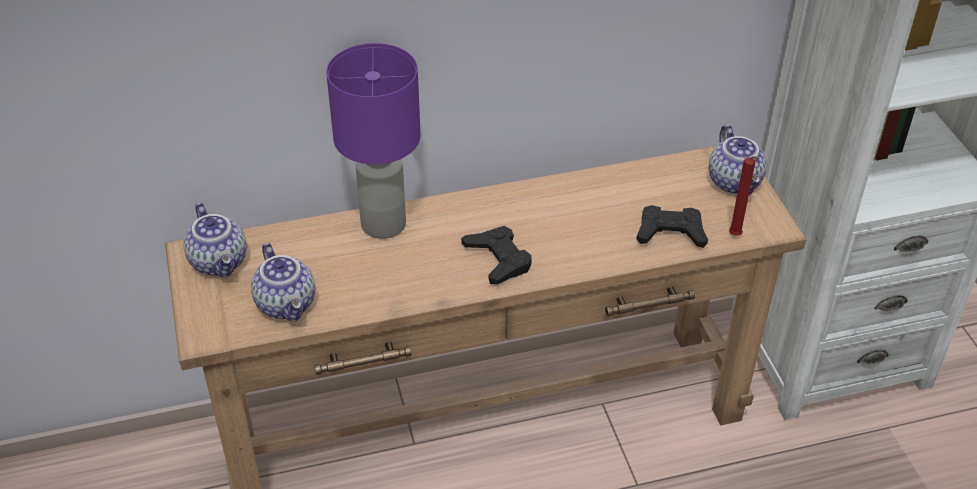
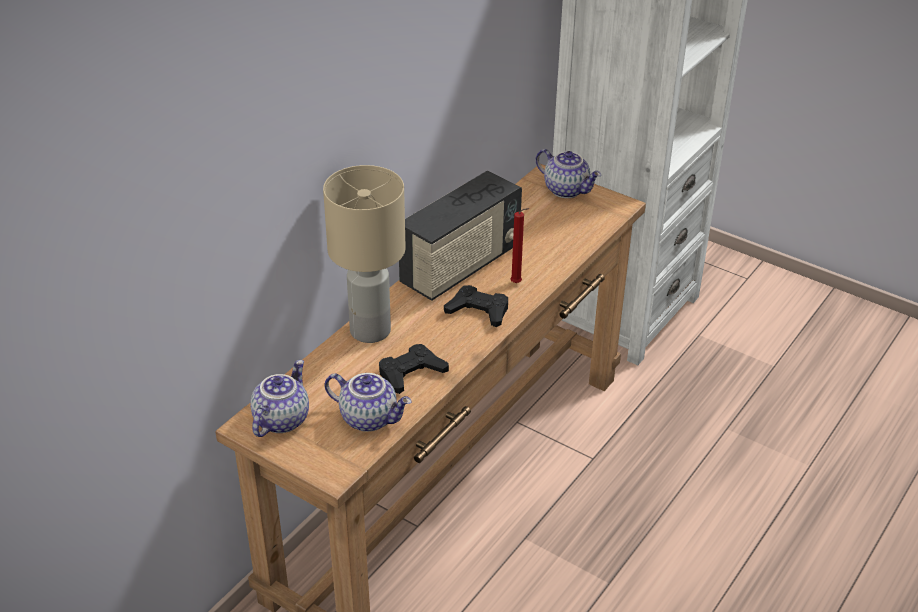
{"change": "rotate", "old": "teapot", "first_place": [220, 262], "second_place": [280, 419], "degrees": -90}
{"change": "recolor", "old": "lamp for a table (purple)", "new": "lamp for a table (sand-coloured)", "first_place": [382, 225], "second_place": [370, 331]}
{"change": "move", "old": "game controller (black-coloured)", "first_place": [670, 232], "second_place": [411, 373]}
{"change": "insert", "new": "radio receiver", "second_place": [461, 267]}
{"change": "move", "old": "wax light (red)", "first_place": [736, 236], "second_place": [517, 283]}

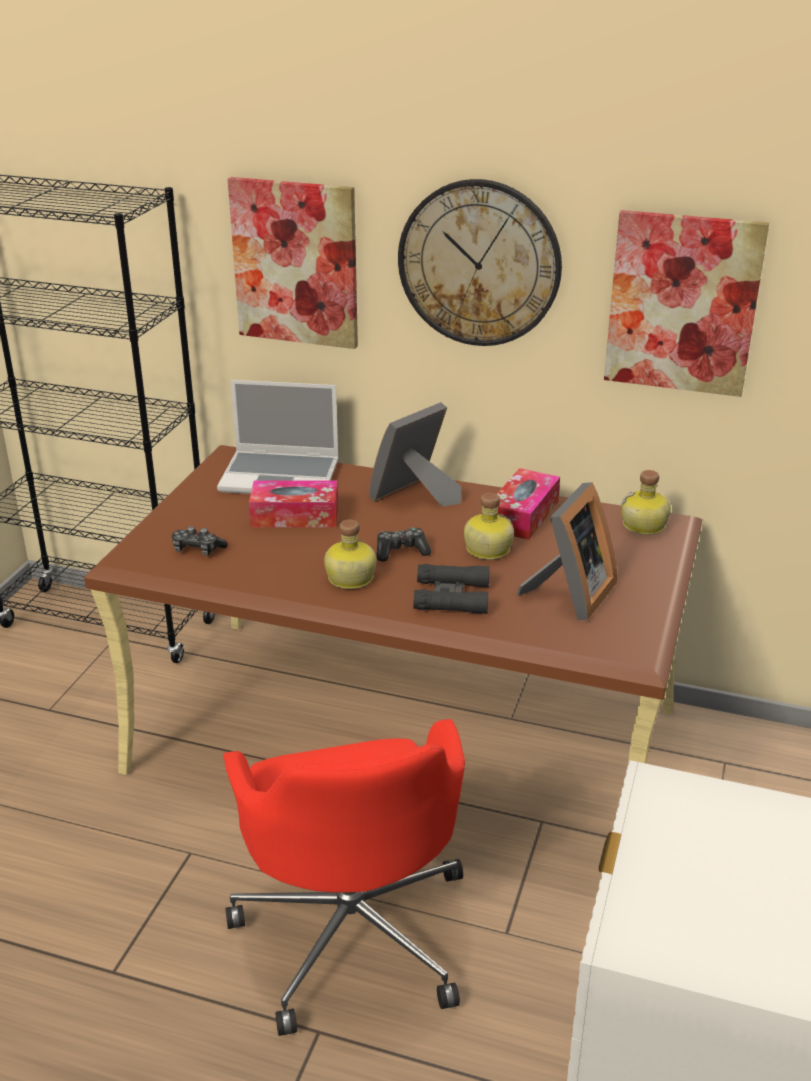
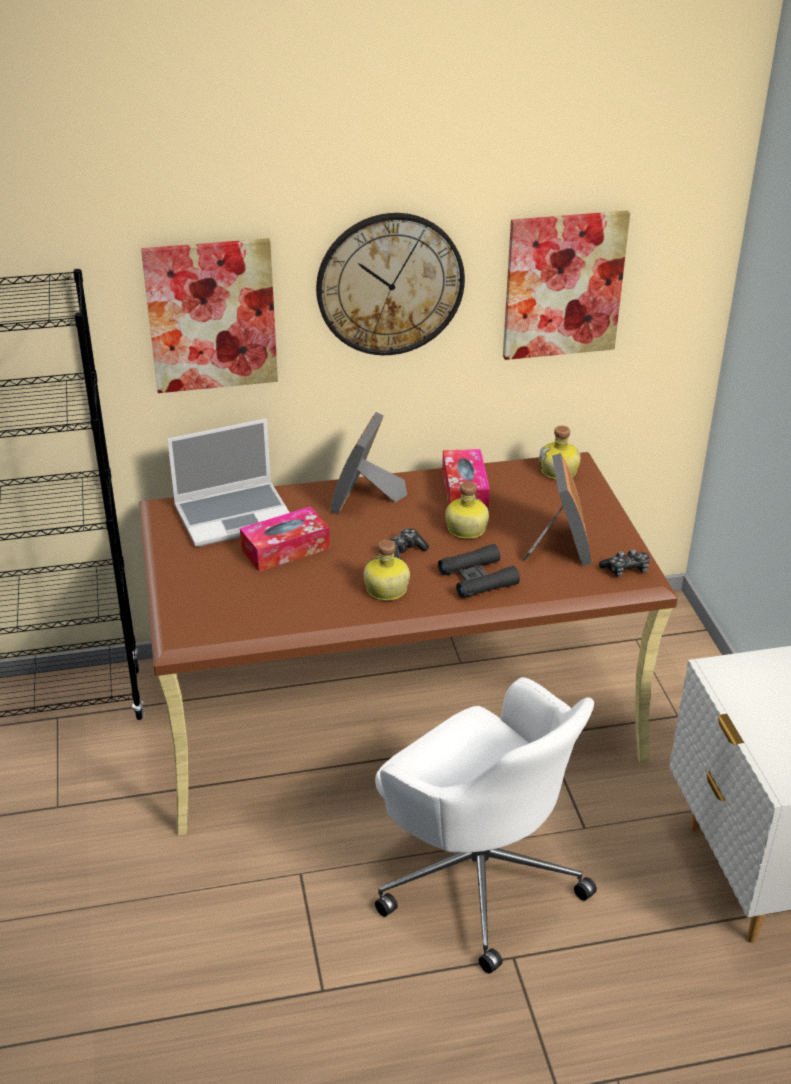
{"change": "recolor", "old": "office chair (red)", "new": "office chair (white)", "first_place": [353, 930], "second_place": [477, 875]}
{"change": "move", "old": "game controller", "first_place": [197, 550], "second_place": [626, 570]}

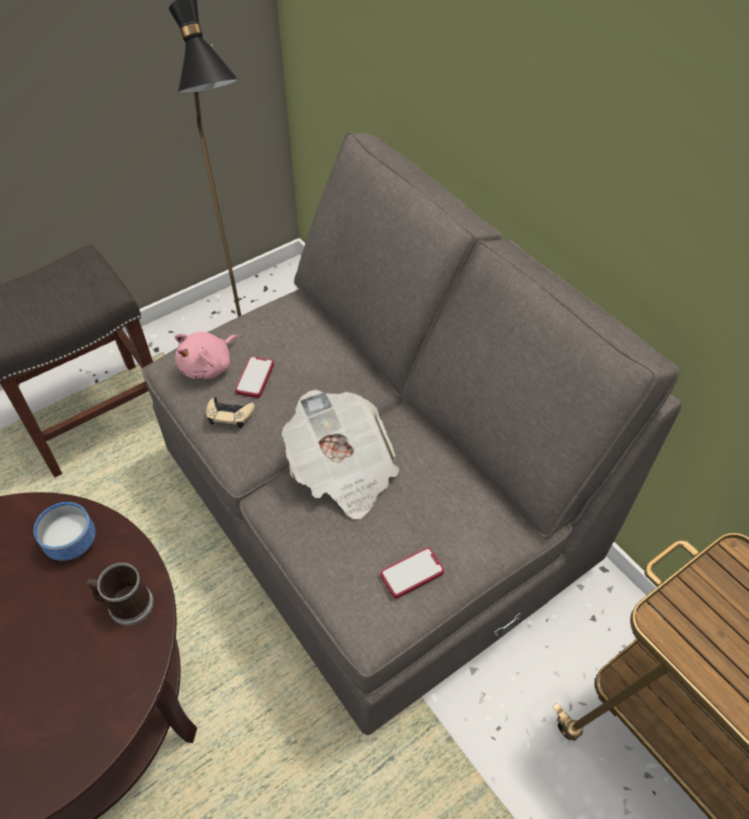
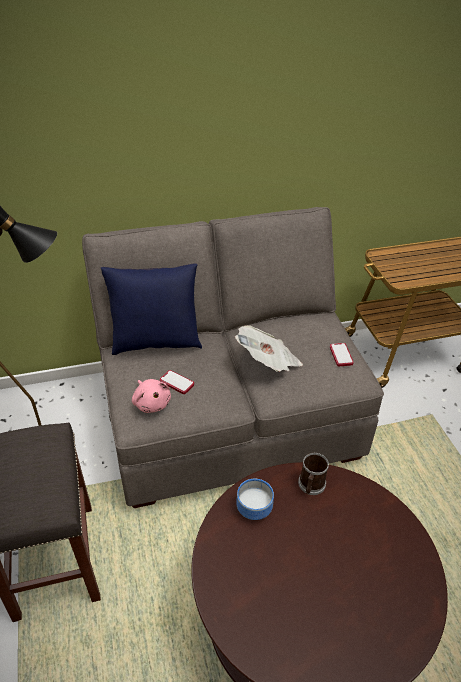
{"change": "insert", "new": "throw pillow (blue)", "second_place": [156, 342]}
{"change": "delete", "old": "game controller (sand-coloured)", "first_place": [230, 415]}

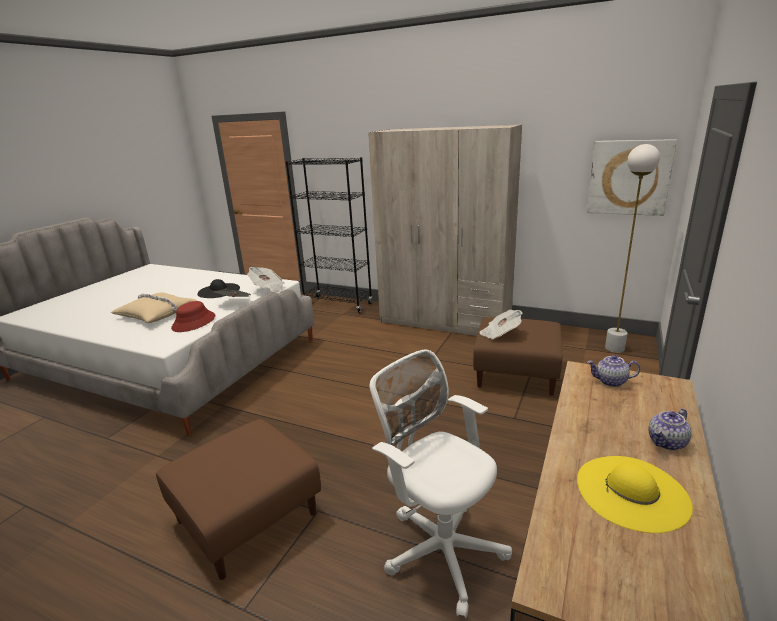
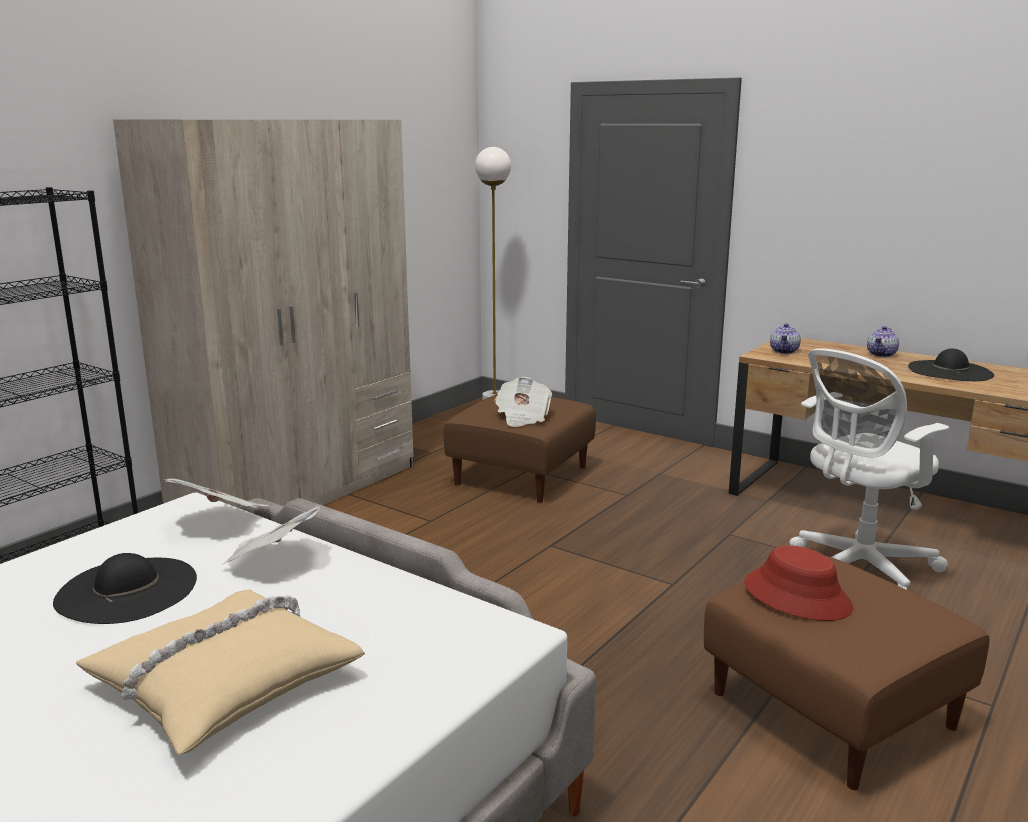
{"change": "move", "old": "hat (red)", "first_place": [194, 322], "second_place": [797, 596]}
{"change": "rotate", "old": "teapot", "first_place": [667, 442], "second_place": [881, 354], "degrees": 60}
{"change": "recolor", "old": "hat (yellow-coloured)", "new": "hat (black-coloured)", "first_place": [631, 491], "second_place": [950, 371]}
{"change": "delete", "old": "wall art", "first_place": [629, 177]}

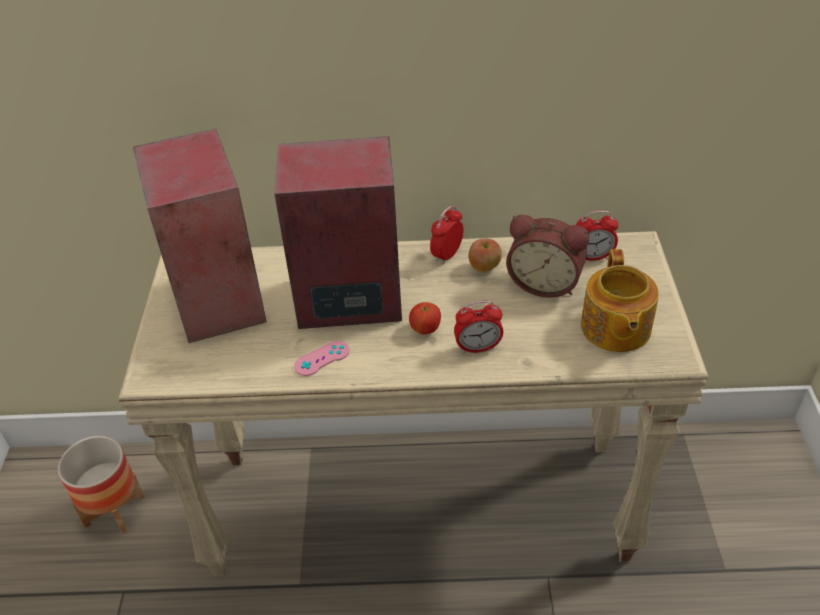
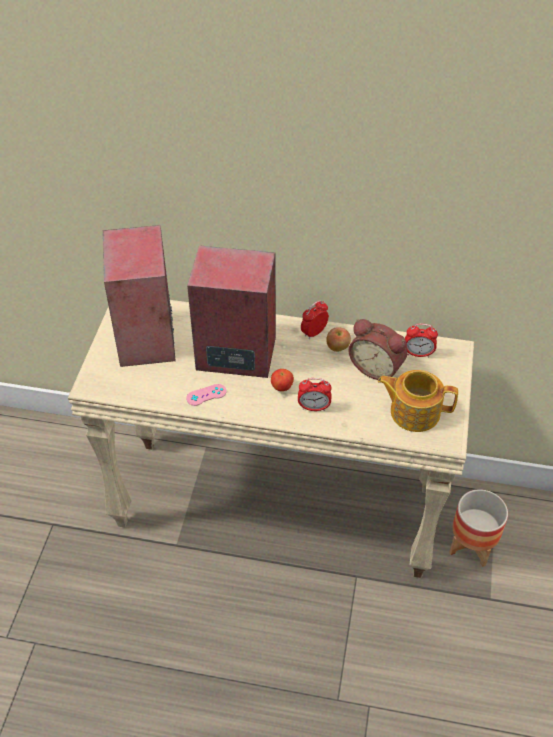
{"change": "rotate", "old": "teapot", "first_place": [614, 329], "second_place": [413, 411], "degrees": 90}
{"change": "move", "old": "flower pot", "first_place": [114, 510], "second_place": [471, 546]}

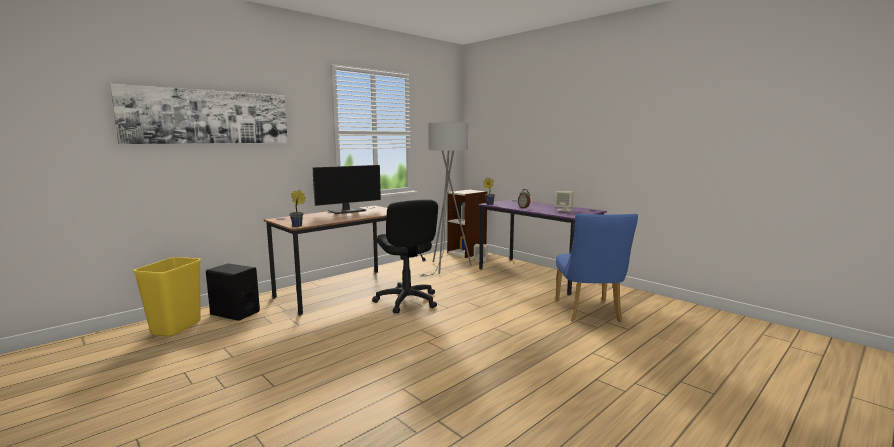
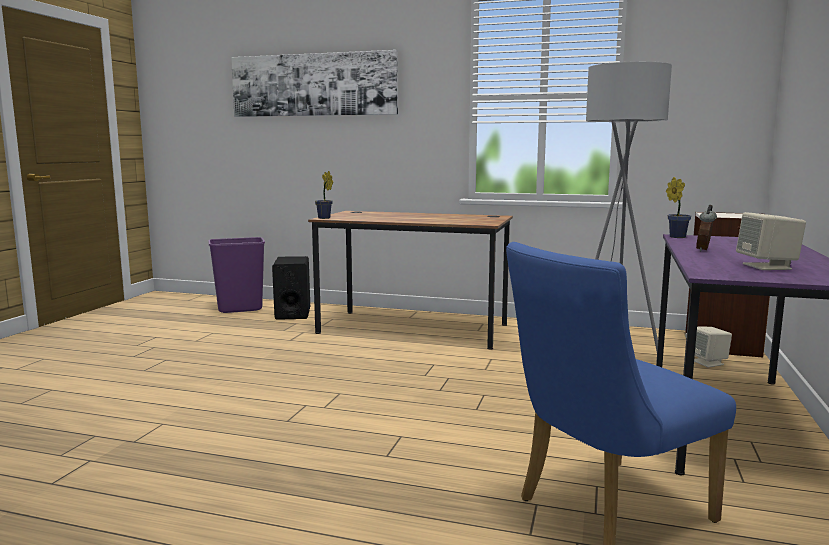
{"change": "recolor", "old": "trash can (yellow-coloured)", "new": "trash can (purple)", "first_place": [176, 328], "second_place": [240, 309]}
{"change": "delete", "old": "computer display", "first_place": [348, 211]}
{"change": "delete", "old": "office chair (black-coloured)", "first_place": [406, 301]}

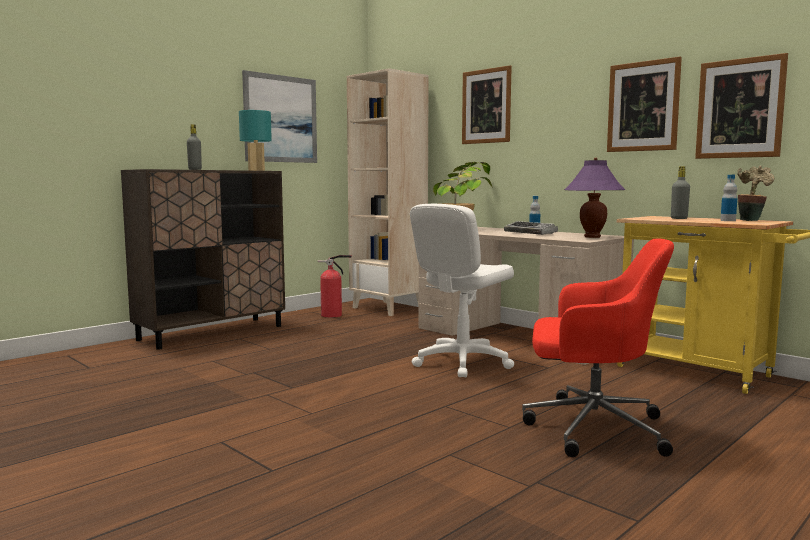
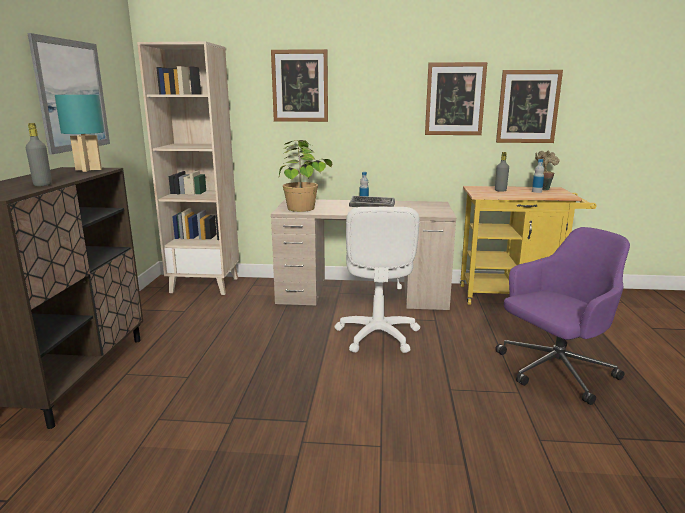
{"change": "recolor", "old": "office chair (red)", "new": "office chair (purple)", "first_place": [591, 428], "second_place": [553, 371]}
{"change": "delete", "old": "fire extinguisher", "first_place": [334, 315]}
{"change": "delete", "old": "lamp for a table (purple)", "first_place": [592, 237]}

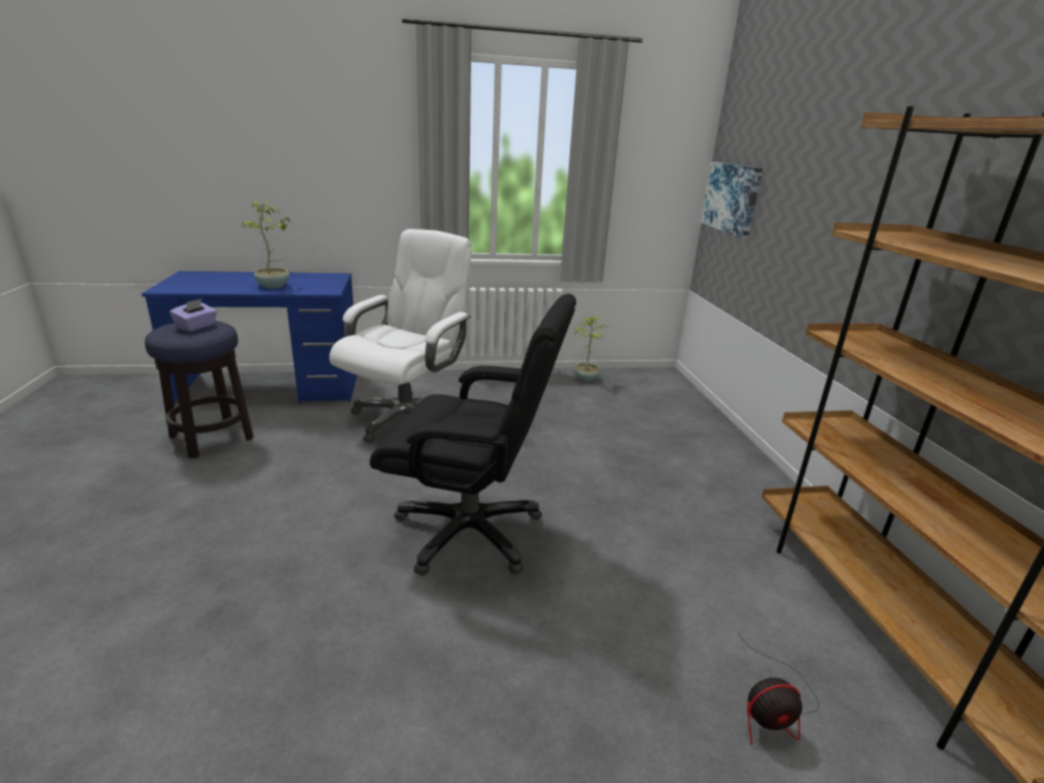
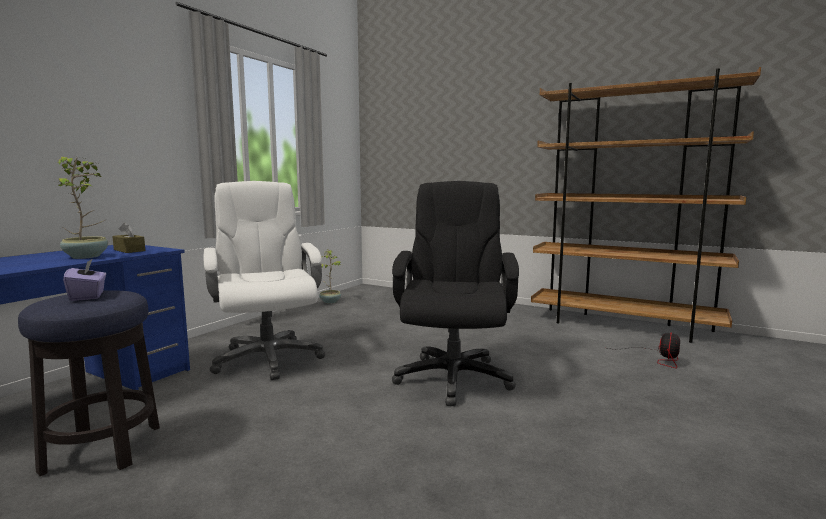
{"change": "insert", "new": "box of tissues (brownish)", "second_place": [129, 250]}
{"change": "rotate", "old": "office chair (black-coloured)", "first_place": [471, 531], "second_place": [453, 377], "degrees": -45}
{"change": "delete", "old": "wall art", "first_place": [732, 198]}

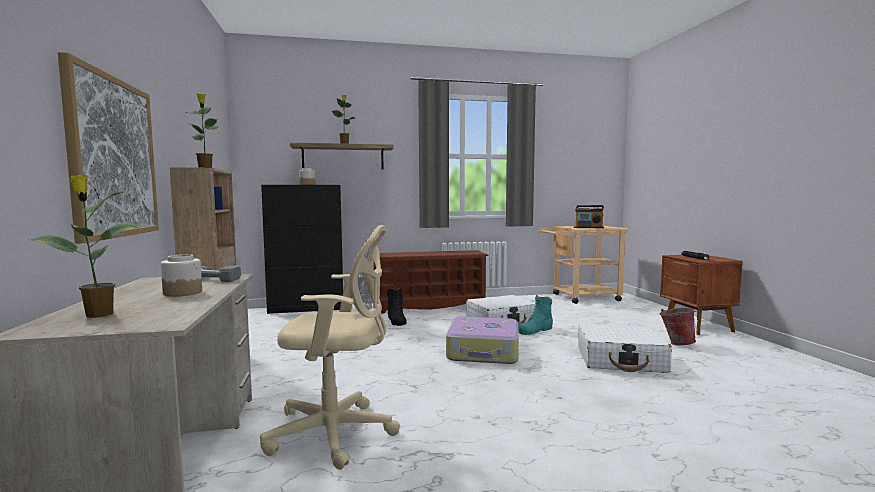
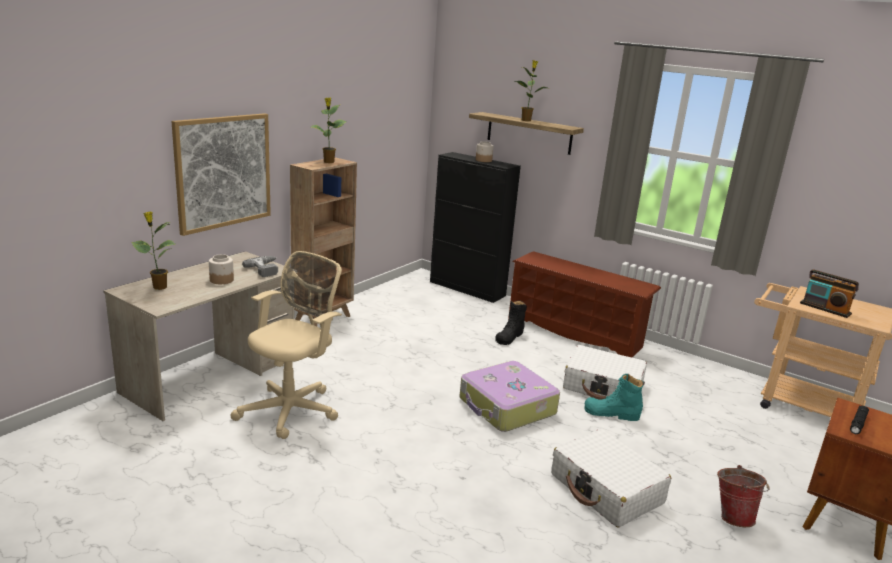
{"change": "rotate", "old": "office chair (sand-coloured)", "first_place": [337, 433], "second_place": [292, 409], "degrees": -105}

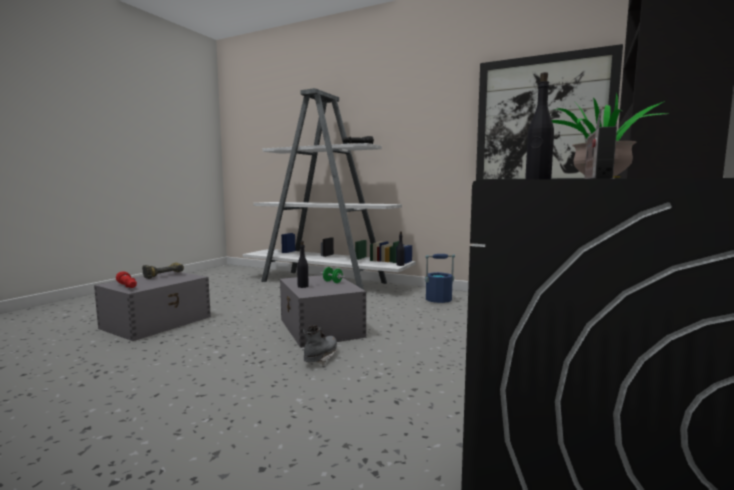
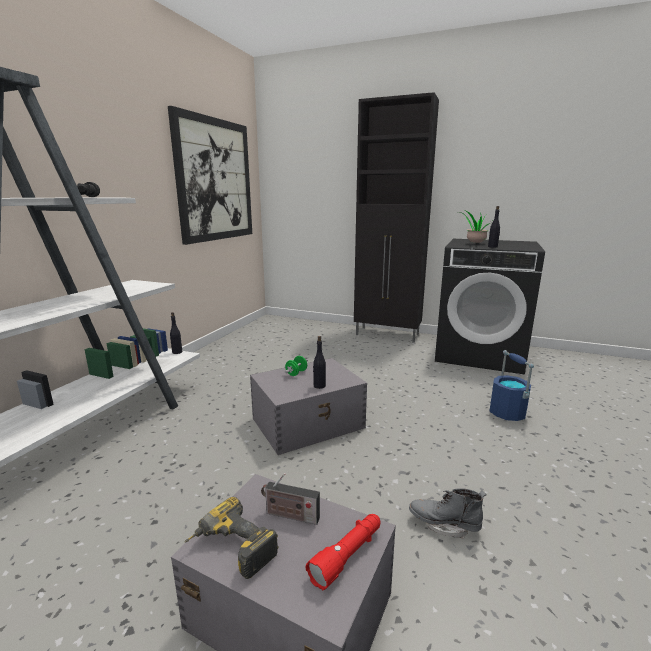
{"change": "move", "old": "radio receiver", "first_place": [595, 179], "second_place": [290, 515]}
{"change": "move", "old": "tall boot (gray)", "first_place": [321, 358], "second_place": [444, 525]}
{"change": "move", "old": "bucket (blue)", "first_place": [438, 300], "second_place": [507, 413]}

